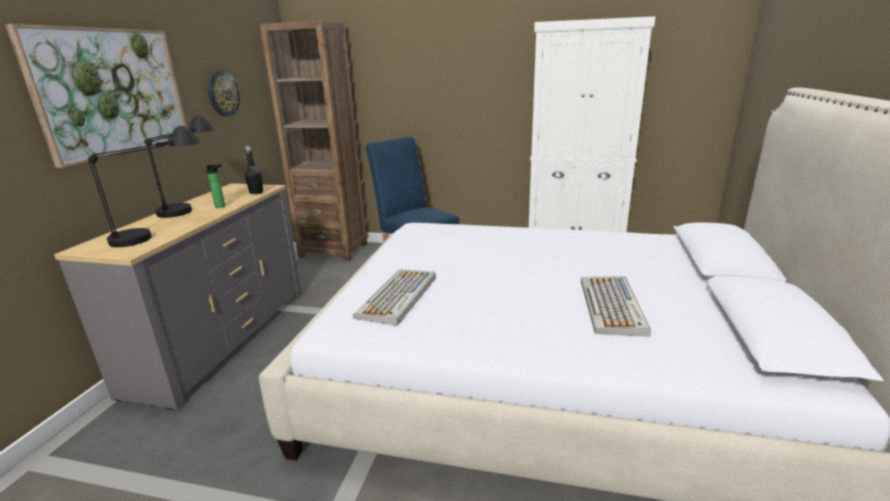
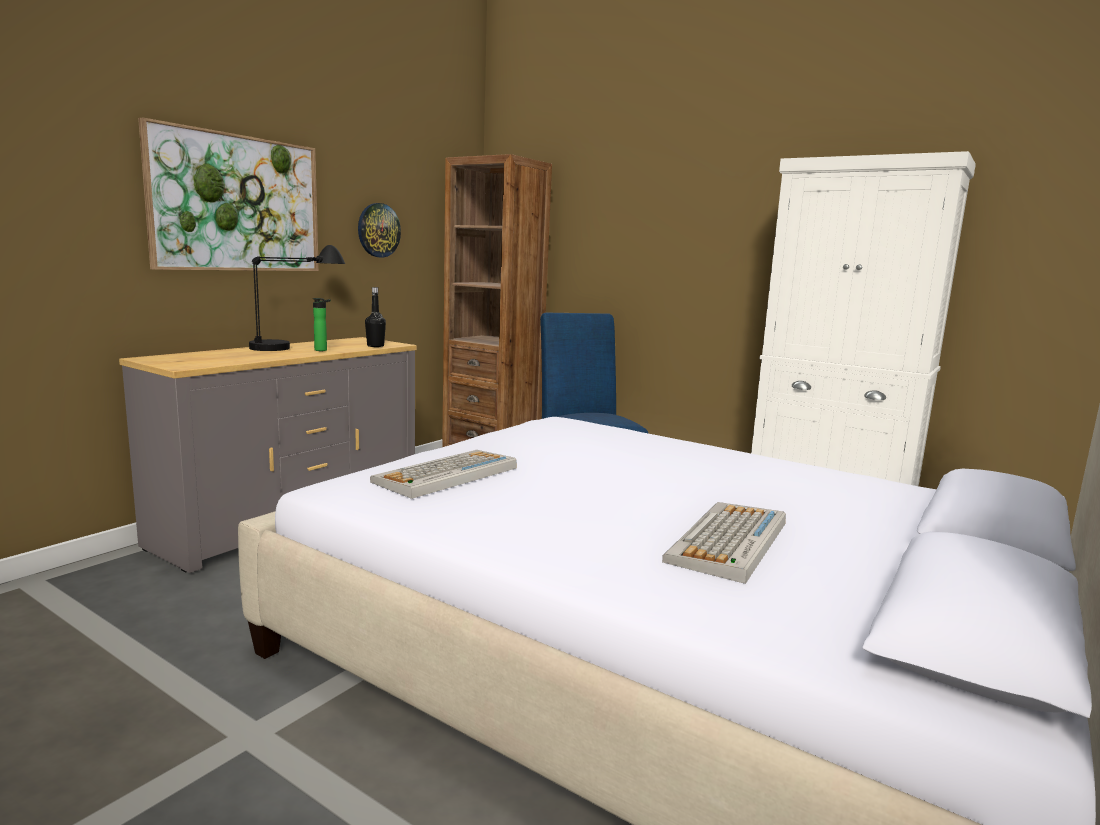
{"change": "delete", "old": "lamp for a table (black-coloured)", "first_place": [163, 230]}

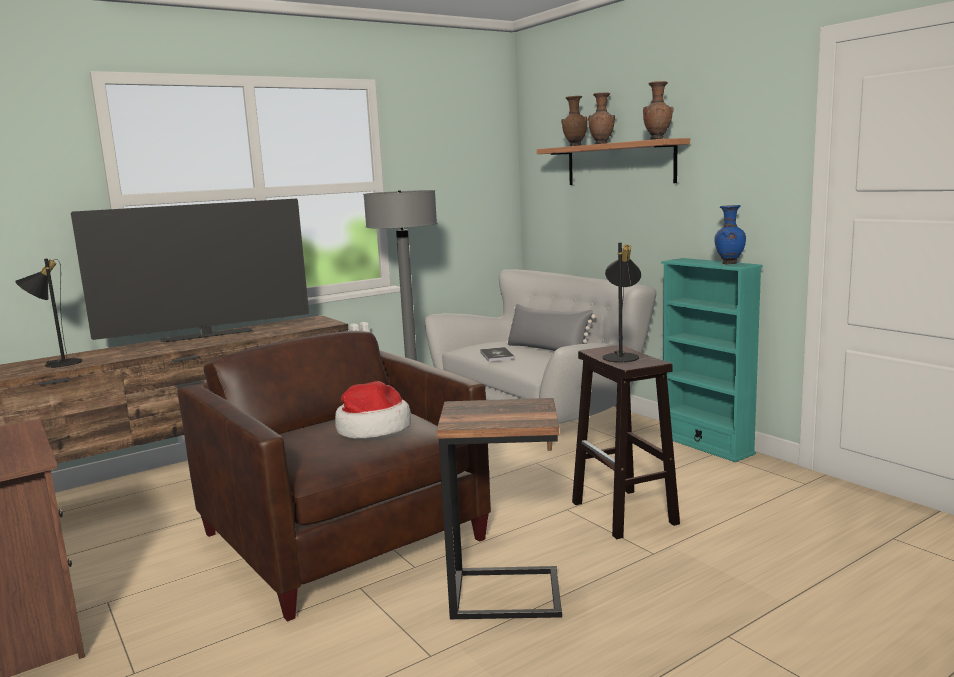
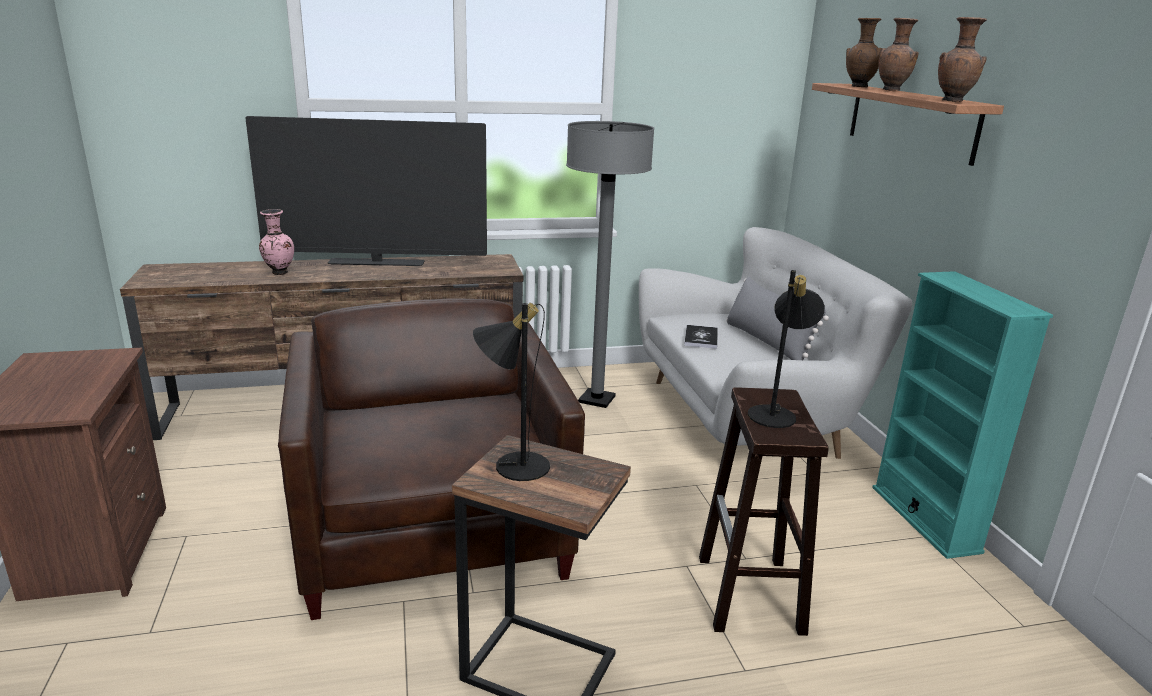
{"change": "insert", "new": "vase (pink-coloured)", "second_place": [278, 273]}
{"change": "move", "old": "lamp for a table (black-coloured)", "first_place": [57, 363], "second_place": [512, 464]}
{"change": "delete", "old": "hat", "first_place": [373, 429]}
{"change": "delete", "old": "vase (blue)", "first_place": [728, 263]}

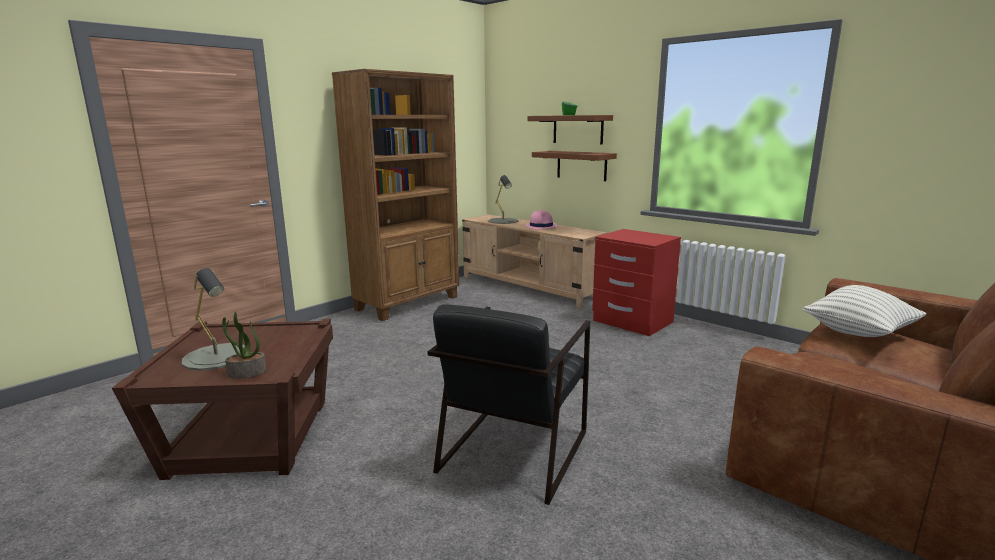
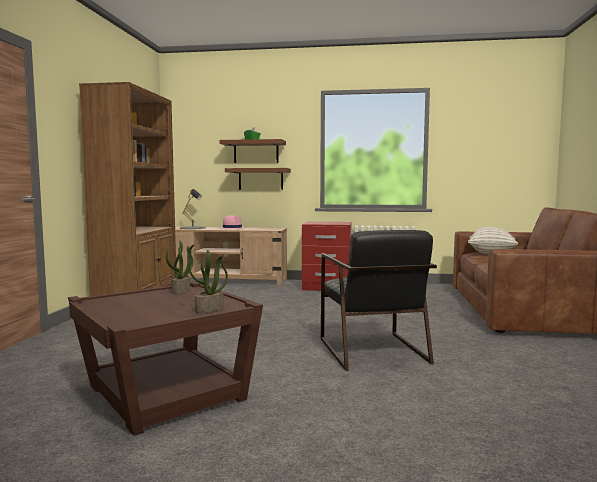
{"change": "insert", "new": "potted plant", "second_place": [181, 291]}
{"change": "delete", "old": "lamp for a table (gray)", "first_place": [217, 356]}

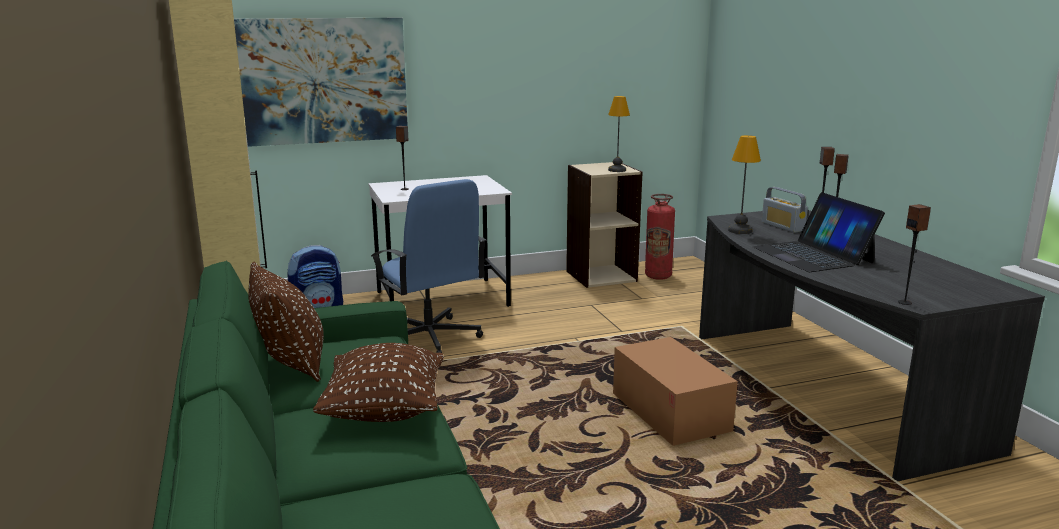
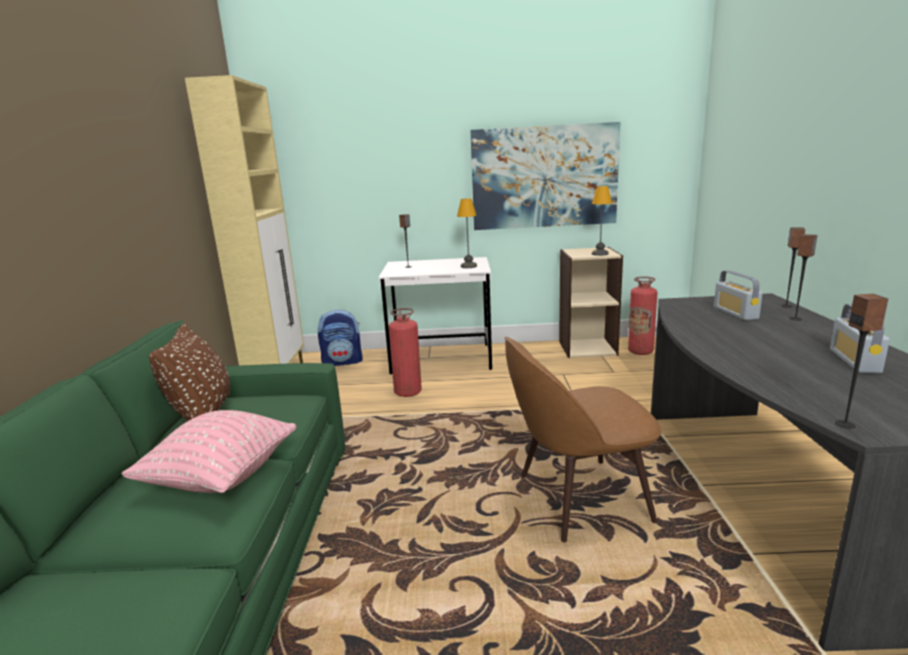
{"change": "recolor", "old": "throw pillow (brownish)", "new": "throw pillow (pink-coloured)", "first_place": [384, 411], "second_place": [221, 477]}
{"change": "replace", "old": "office chair (blue)", "new": "fire extinguisher", "first_place": [429, 338], "second_place": [408, 392]}
{"change": "move", "old": "lamp for a table", "first_place": [739, 230], "second_place": [468, 266]}
{"change": "move", "old": "wall art", "first_place": [314, 81], "second_place": [544, 177]}
{"change": "replace", "old": "packing box", "new": "plain chair (brownish)", "first_place": [670, 413], "second_place": [577, 499]}
{"change": "insert", "new": "radio receiver", "second_place": [854, 361]}
{"change": "delete", "old": "laptop", "first_place": [813, 255]}

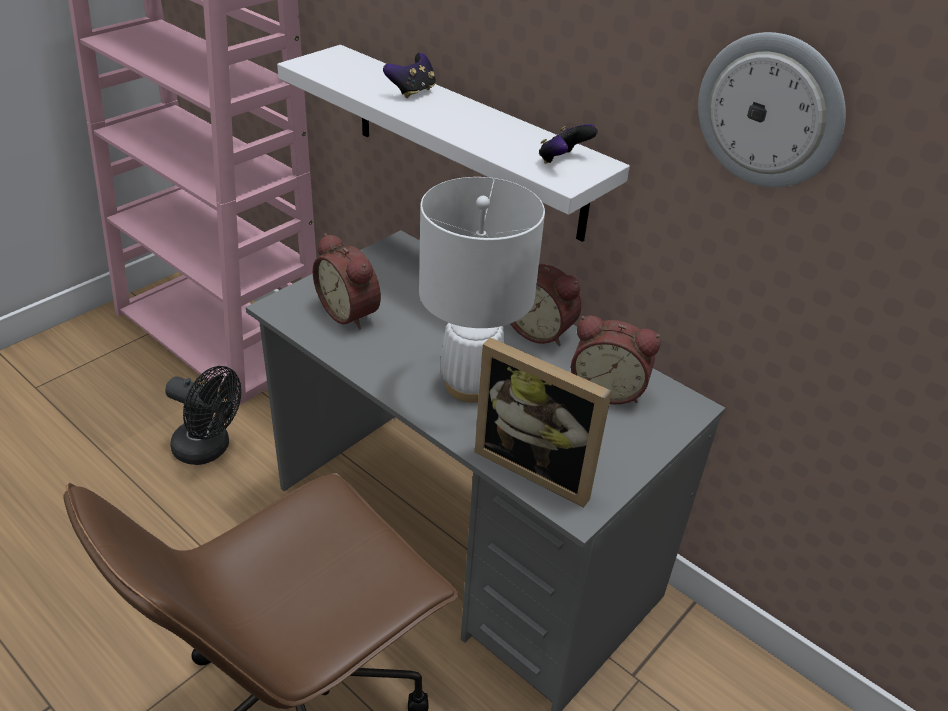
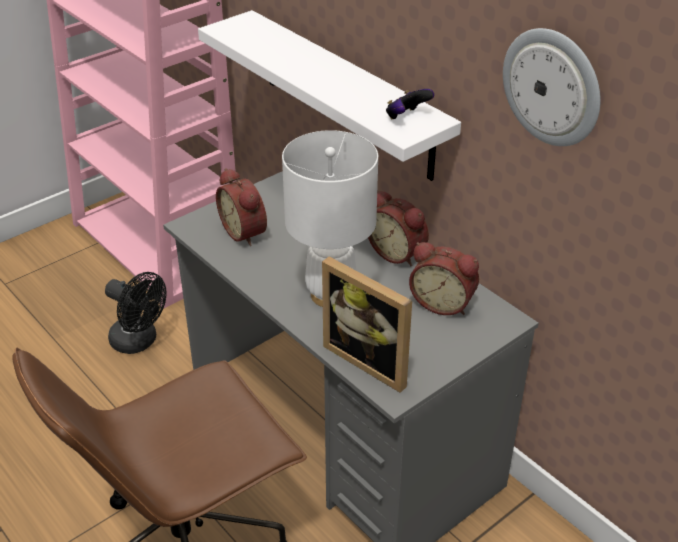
{"change": "delete", "old": "game controller", "first_place": [412, 91]}

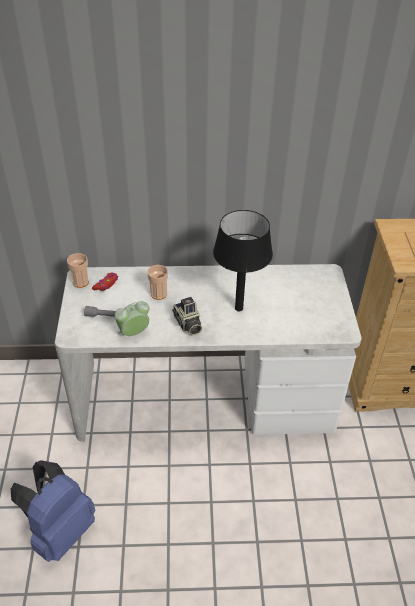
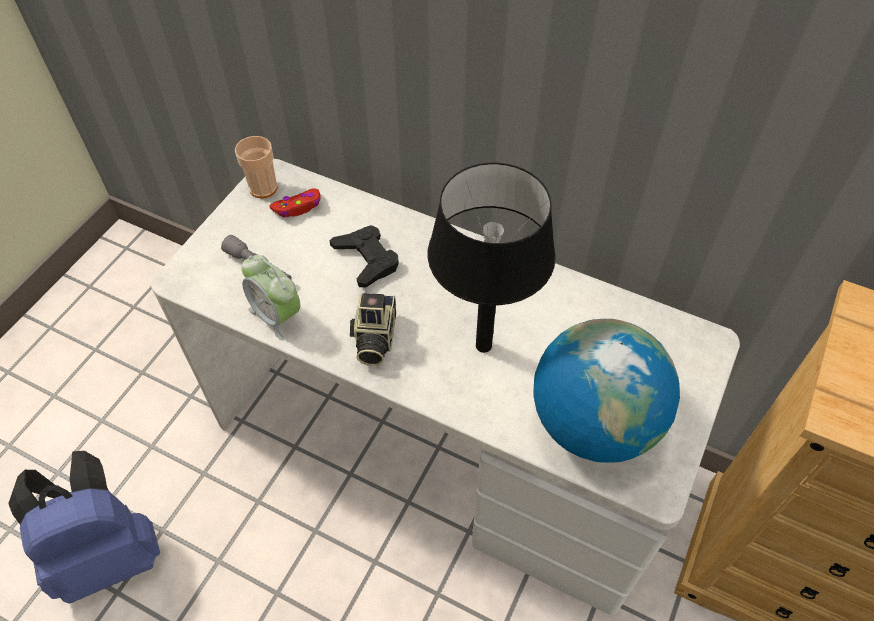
{"change": "rotate", "old": "bedside clock", "first_place": [133, 333], "second_place": [277, 315], "degrees": -135}
{"change": "replace", "old": "cup", "new": "game controller (black-coloured)", "first_place": [158, 294], "second_place": [367, 259]}
{"change": "insert", "new": "globe", "second_place": [594, 422]}

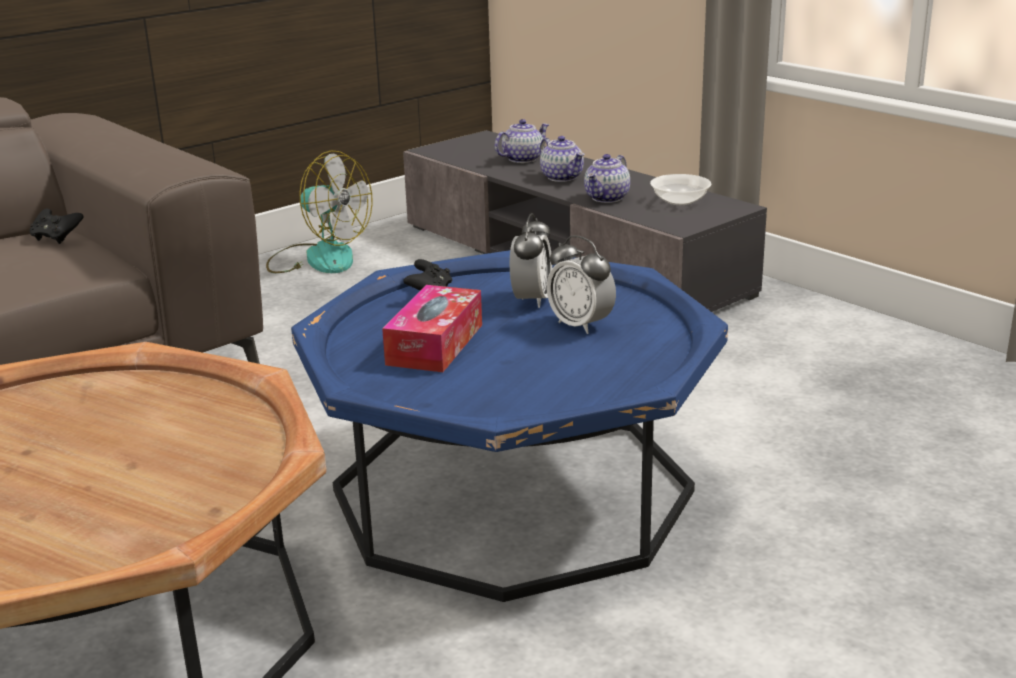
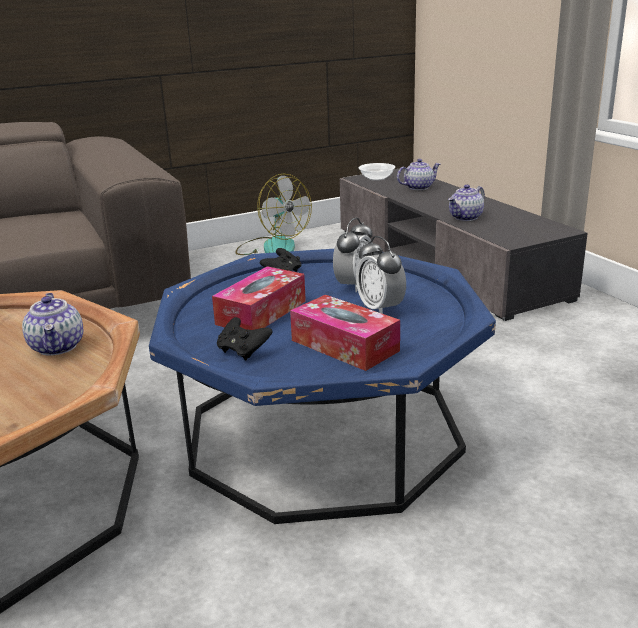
{"change": "move", "old": "teapot", "first_place": [562, 177], "second_place": [58, 347]}
{"change": "move", "old": "game controller (black-coloured)", "first_place": [57, 238], "second_place": [243, 351]}
{"change": "insert", "new": "box of tissues", "second_place": [344, 345]}
{"change": "move", "old": "bowl", "first_place": [680, 201], "second_place": [377, 178]}

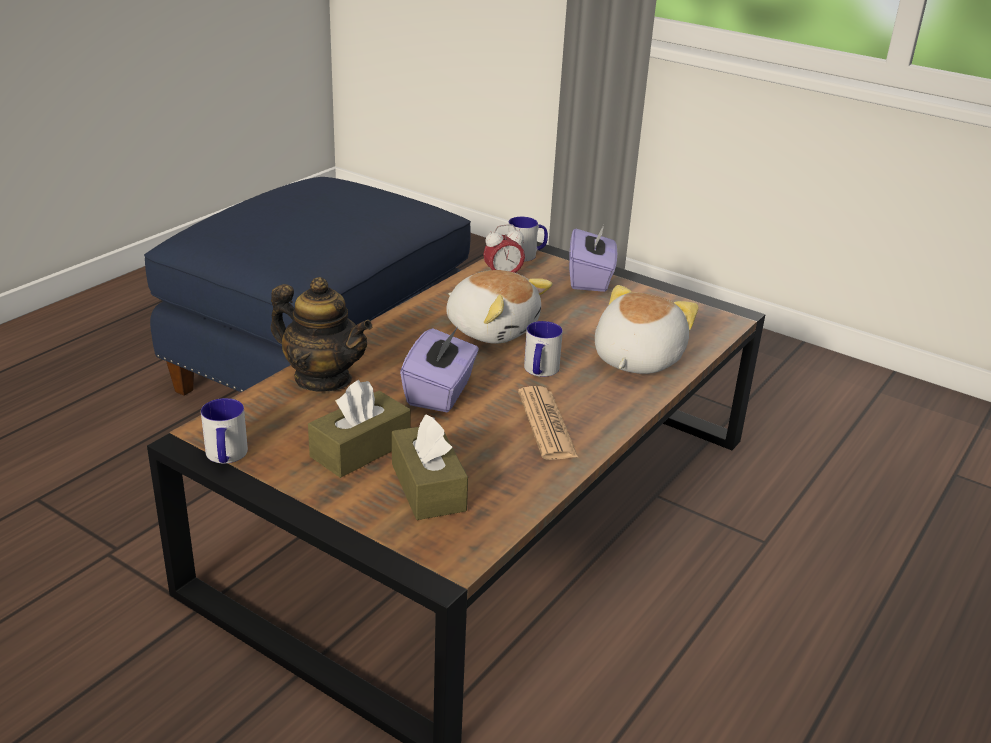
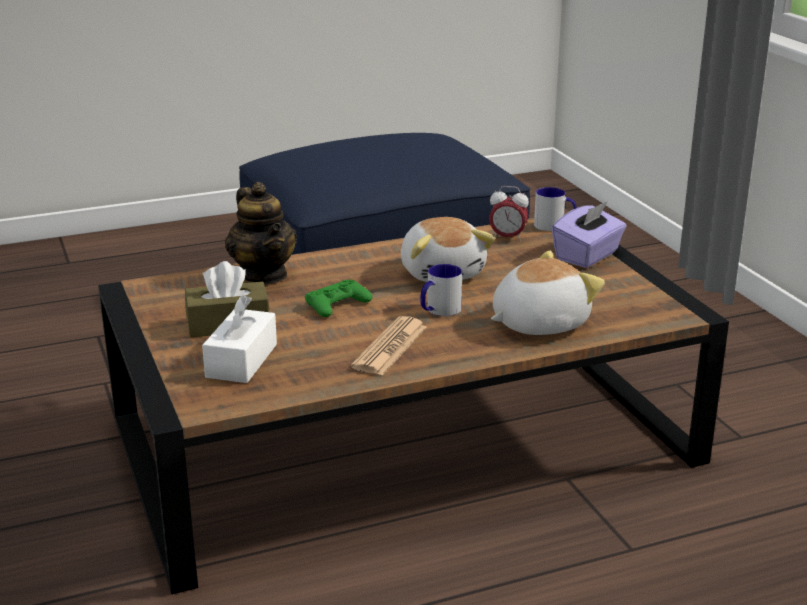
{"change": "recolor", "old": "box of tissues (brownish)", "new": "box of tissues (white)", "first_place": [428, 487], "second_place": [241, 360]}
{"change": "replace", "old": "box of tissues (purple)", "new": "game controller (greenish)", "first_place": [440, 392], "second_place": [337, 305]}
{"change": "delete", "old": "mug", "first_place": [226, 456]}

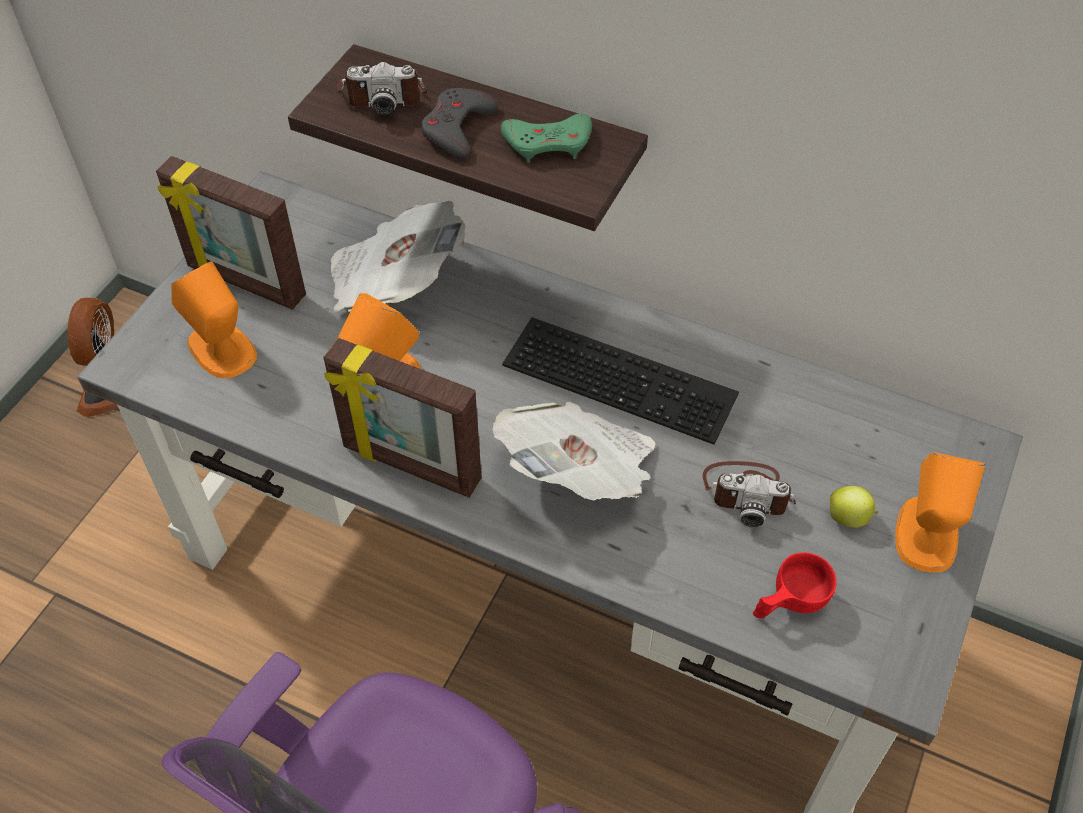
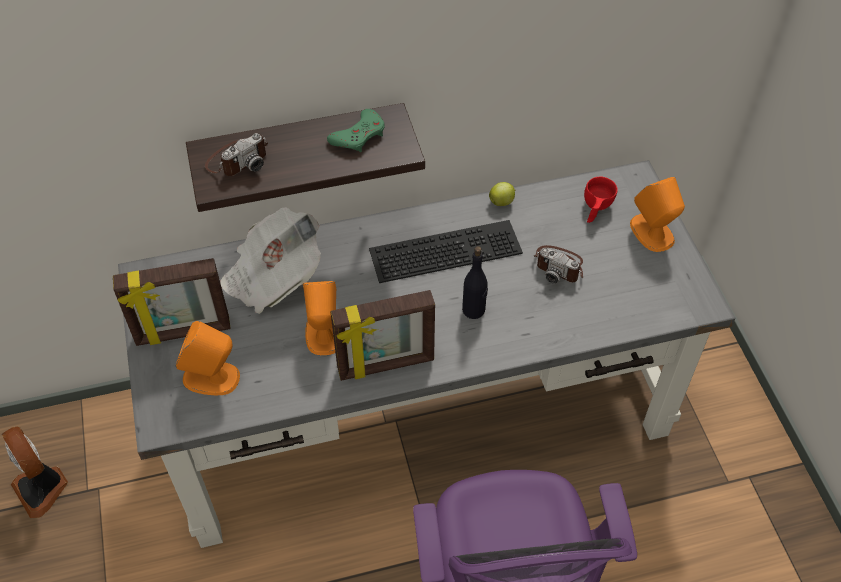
{"change": "replace", "old": "daily paper", "new": "beverage bottle (black-coloured)", "first_place": [580, 472], "second_place": [474, 310]}
{"change": "move", "old": "apple", "first_place": [849, 517], "second_place": [502, 202]}
{"change": "rotate", "old": "photo camera", "first_place": [747, 492], "second_place": [559, 266], "degrees": 60}
{"change": "move", "old": "cup (red)", "first_place": [788, 603], "second_place": [595, 209]}
{"change": "delete", "old": "game controller (gray)", "first_place": [457, 128]}

